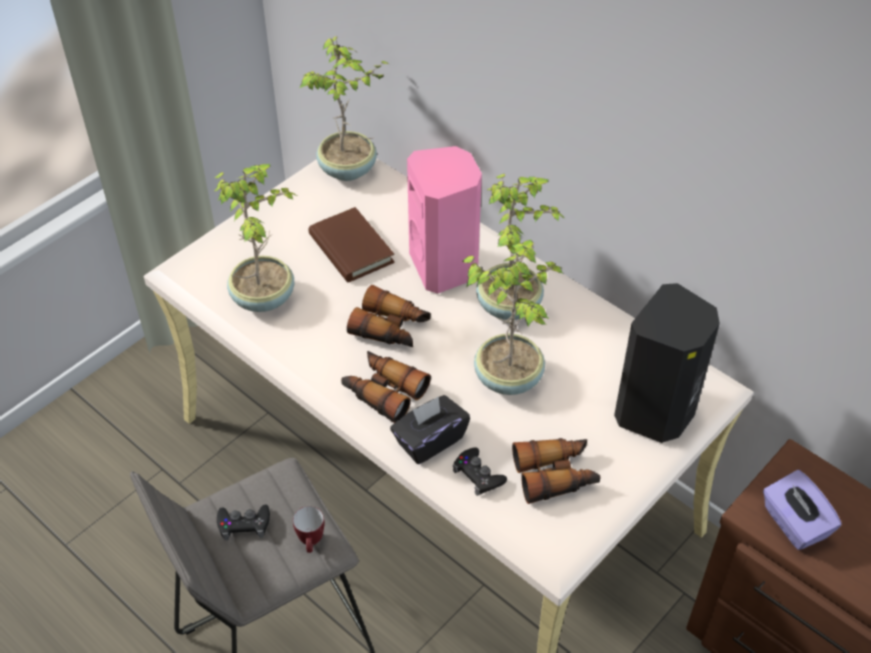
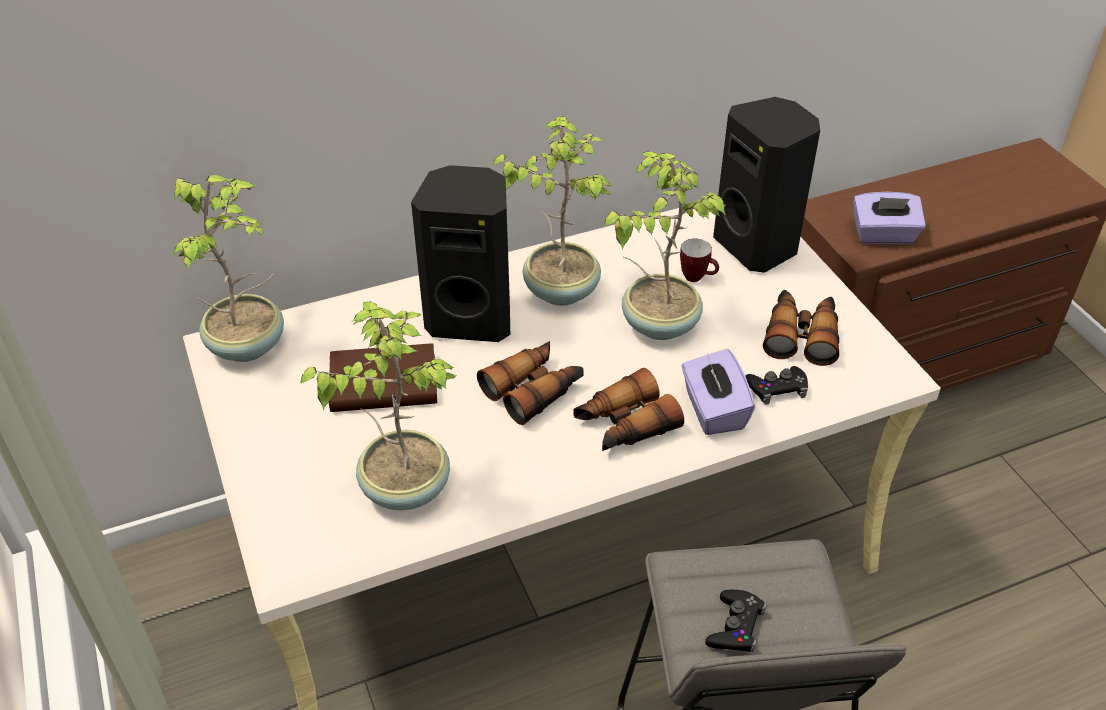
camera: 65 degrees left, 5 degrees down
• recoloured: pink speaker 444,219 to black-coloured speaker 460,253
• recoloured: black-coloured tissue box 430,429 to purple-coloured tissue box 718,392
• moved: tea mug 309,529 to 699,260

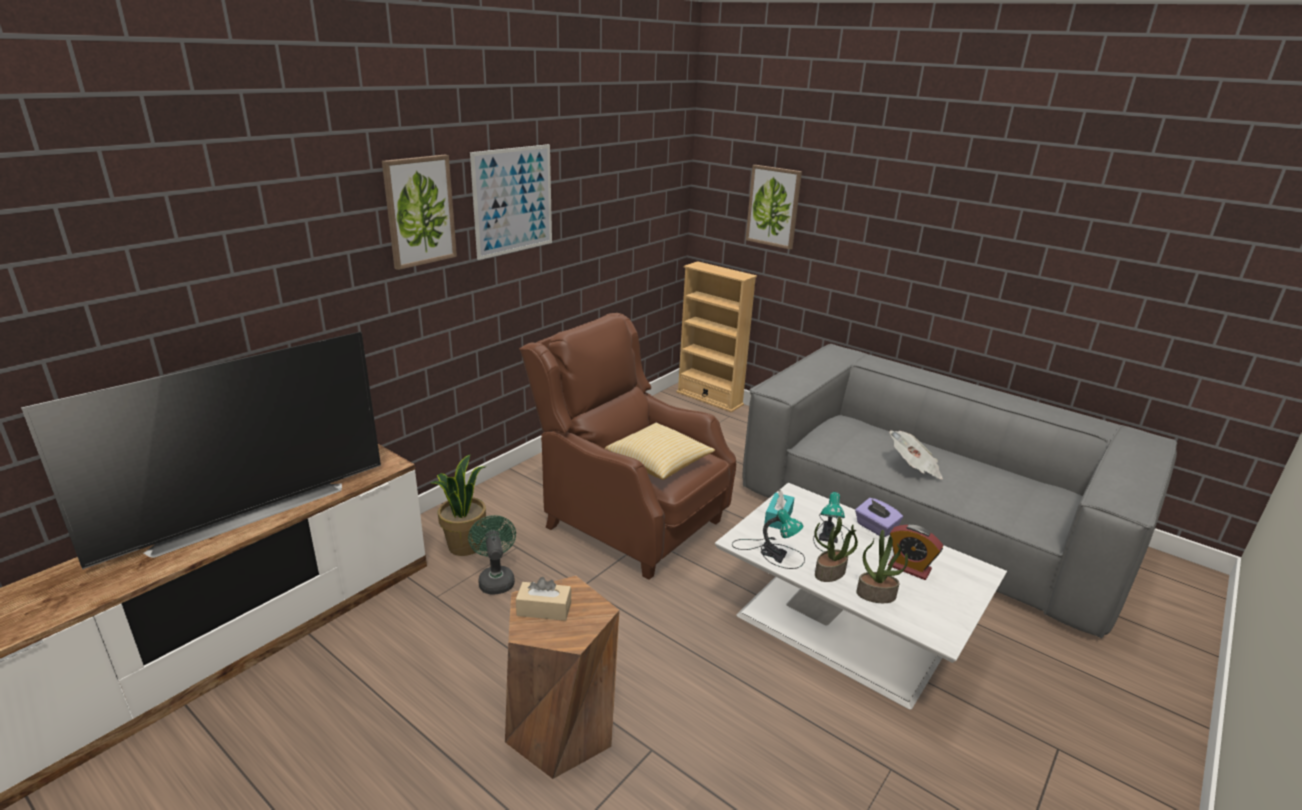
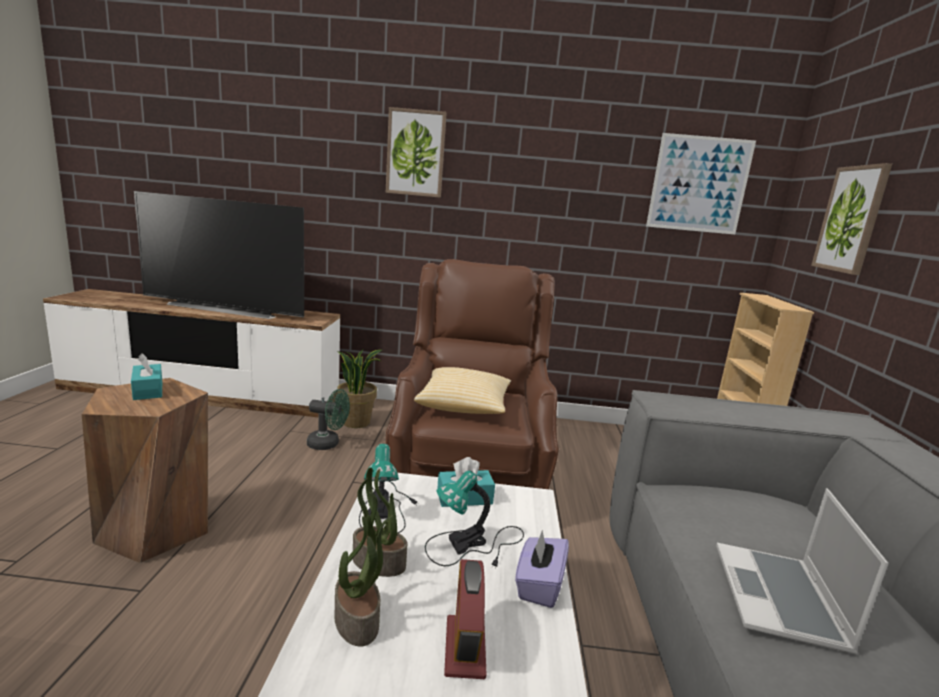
camera: 55 degrees right, 10 degrees down
• moved: picture 511,202 to 701,183
• replaced: newspaper 916,454 to notebook computer 802,571
• turned: greenish electric fan 492,555 = 328,419 60 degrees clockwise
• recoloured: beige tissue box 543,599 to turquoise tissue box 146,376

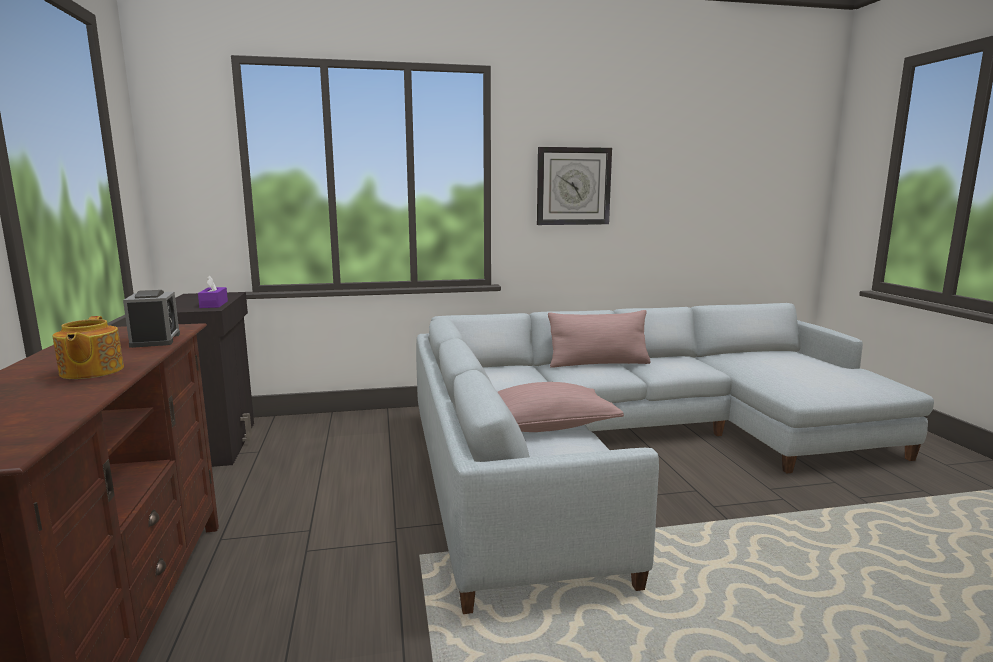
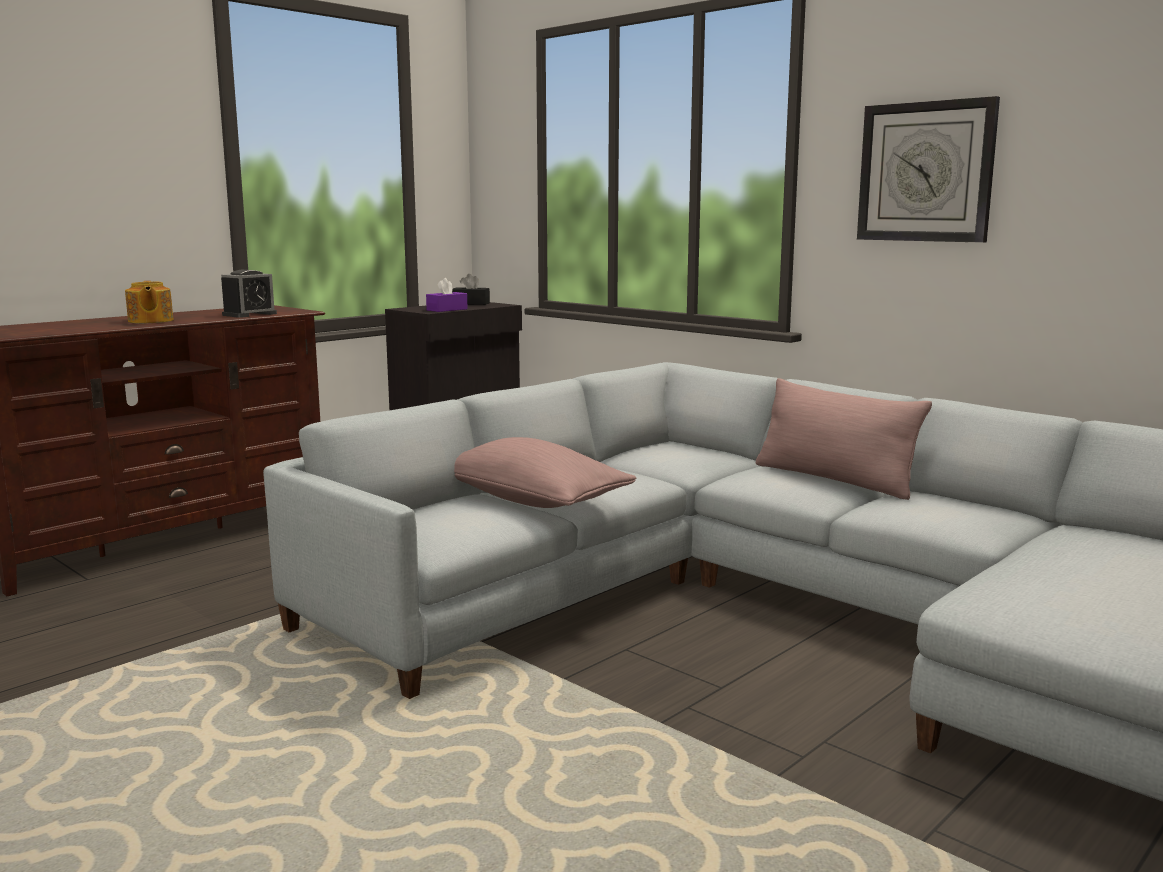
camera: 55 degrees right, 0 degrees up
• turned: pot for tea 88,347 = 149,302 60 degrees counterclockwise
• added: black-coloured tissue box 471,289

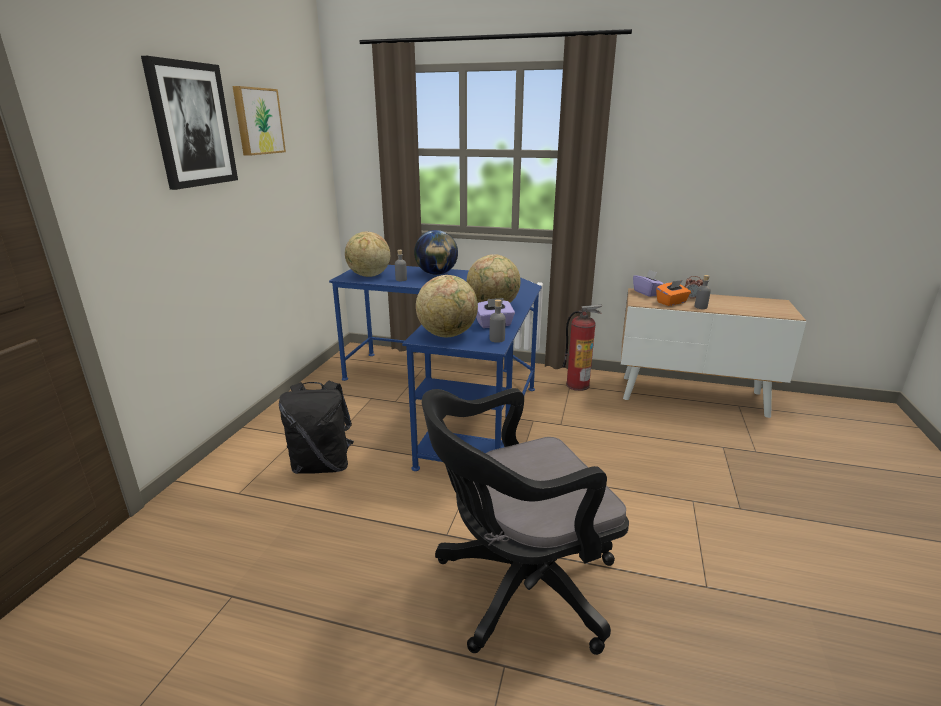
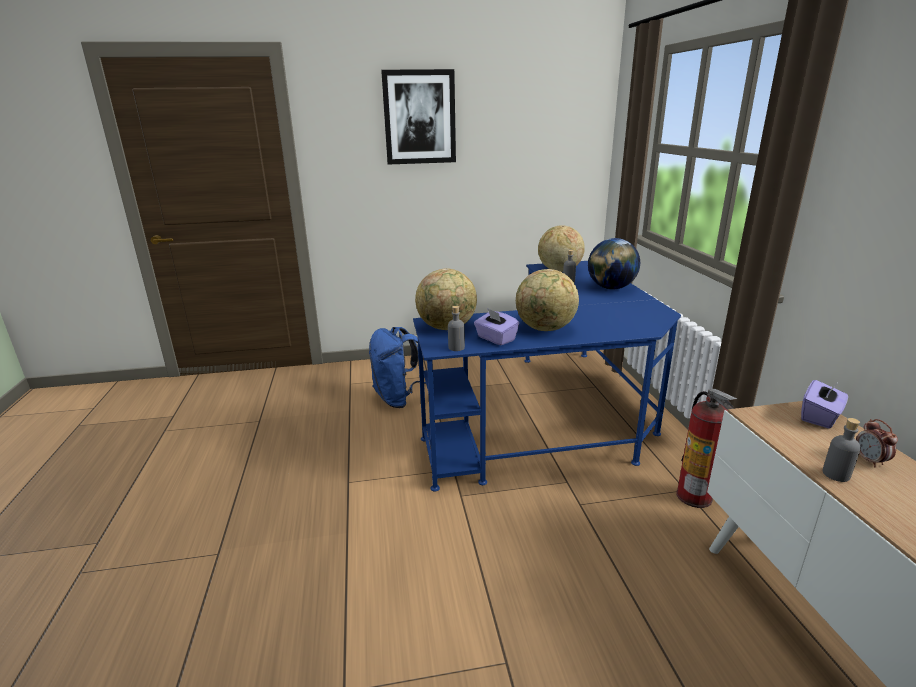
camera: 65 degrees right, 0 degrees up
• removed: picture 259,121
• removed: orange tissue box 673,293
• recoloured: black-coloured backpack 316,427 to bluish backpack 397,367
• removed: black-coloured desk chair 525,521

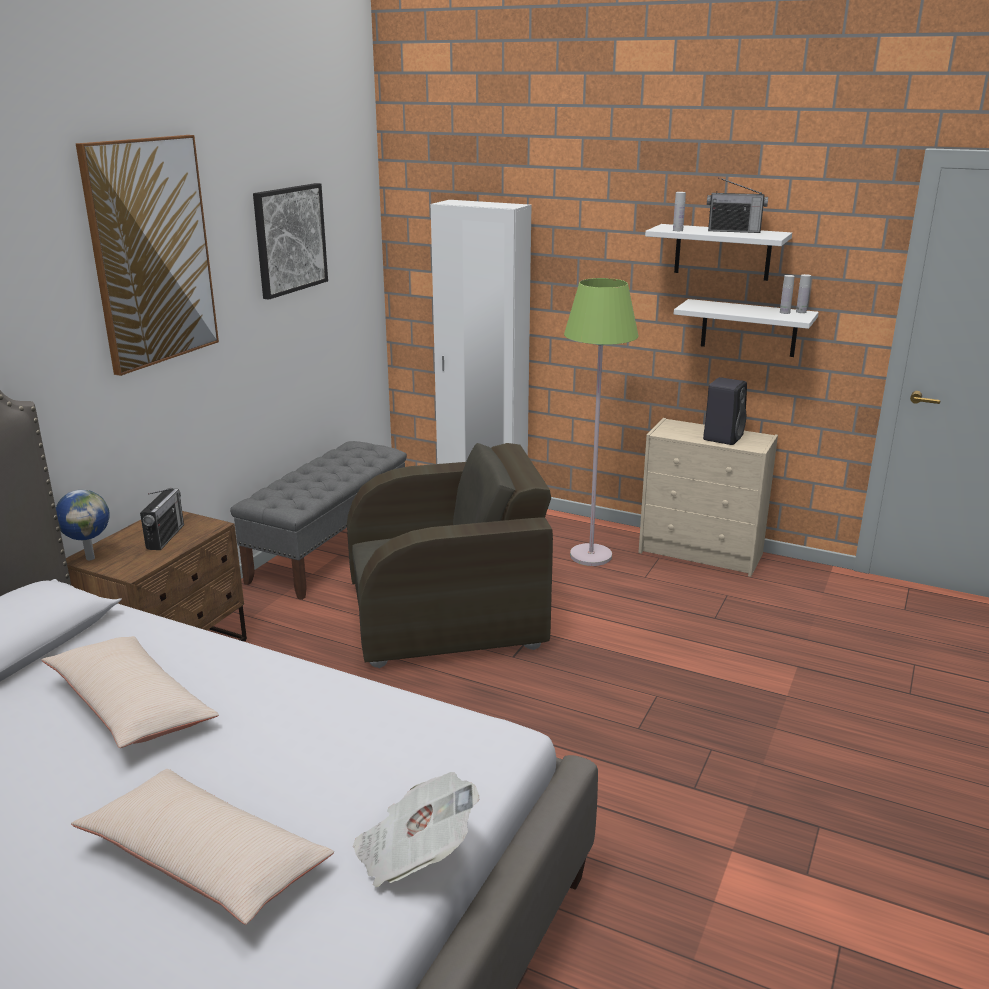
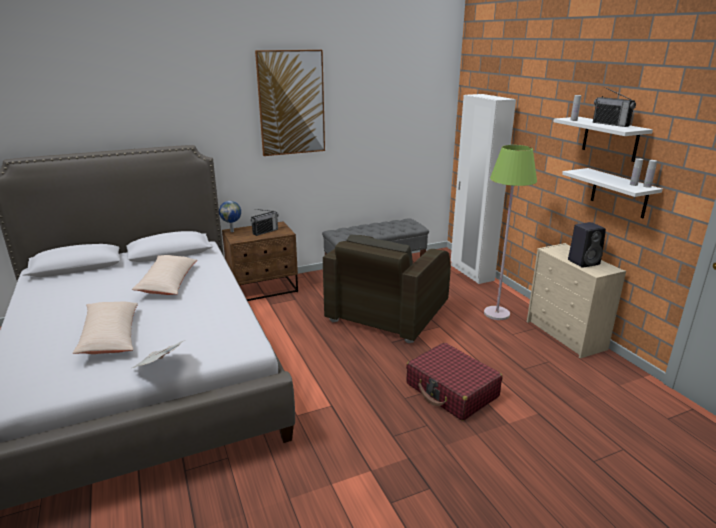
camera: 40 degrees right, 0 degrees up
• removed: picture 290,241
• turned: brown armchair 450,555 = 387,288 90 degrees clockwise
• added: red suitcase 454,382

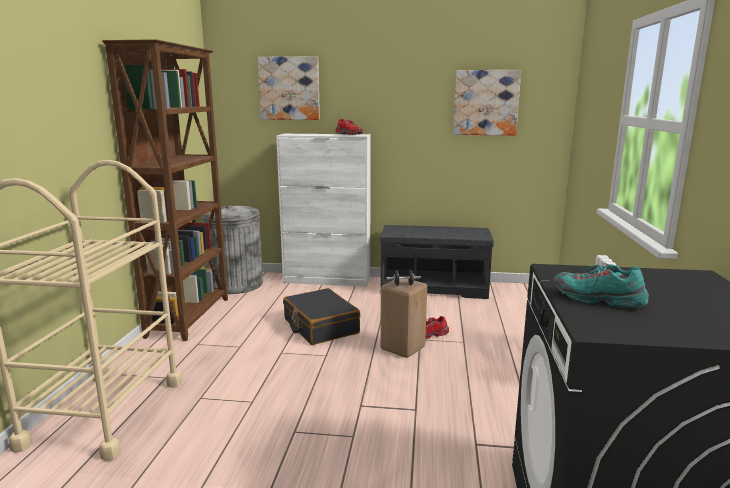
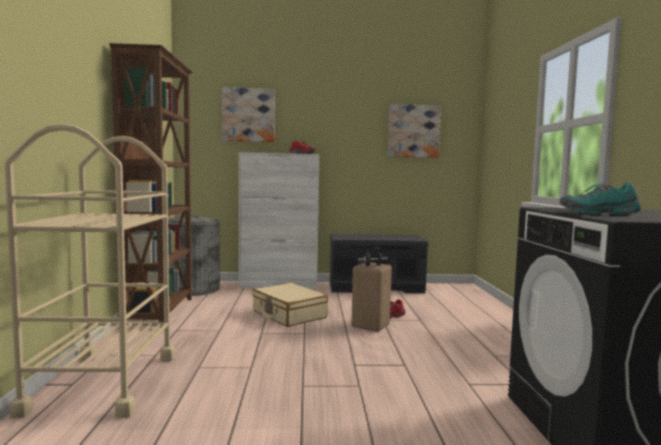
camera: 10 degrees left, 10 degrees down
• recoloured: black-coloured suitcase 321,316 to beige suitcase 290,305

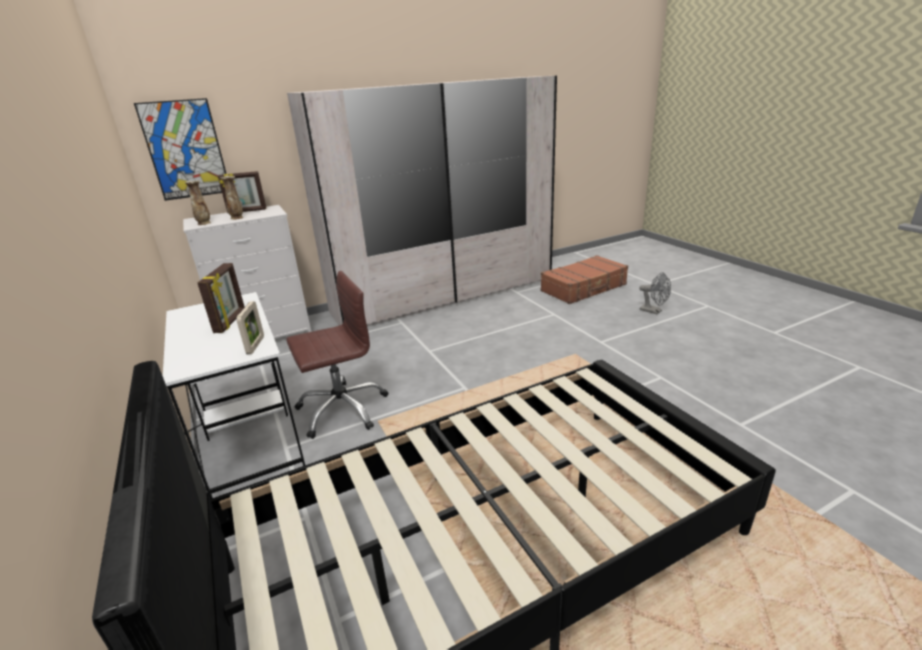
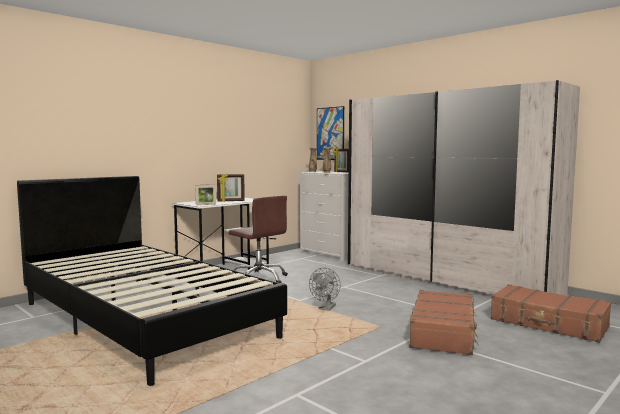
camera: 70 degrees right, 20 degrees down
• moved: greyish electric fan 655,293 to 325,289
• added: brown suitcase 444,322

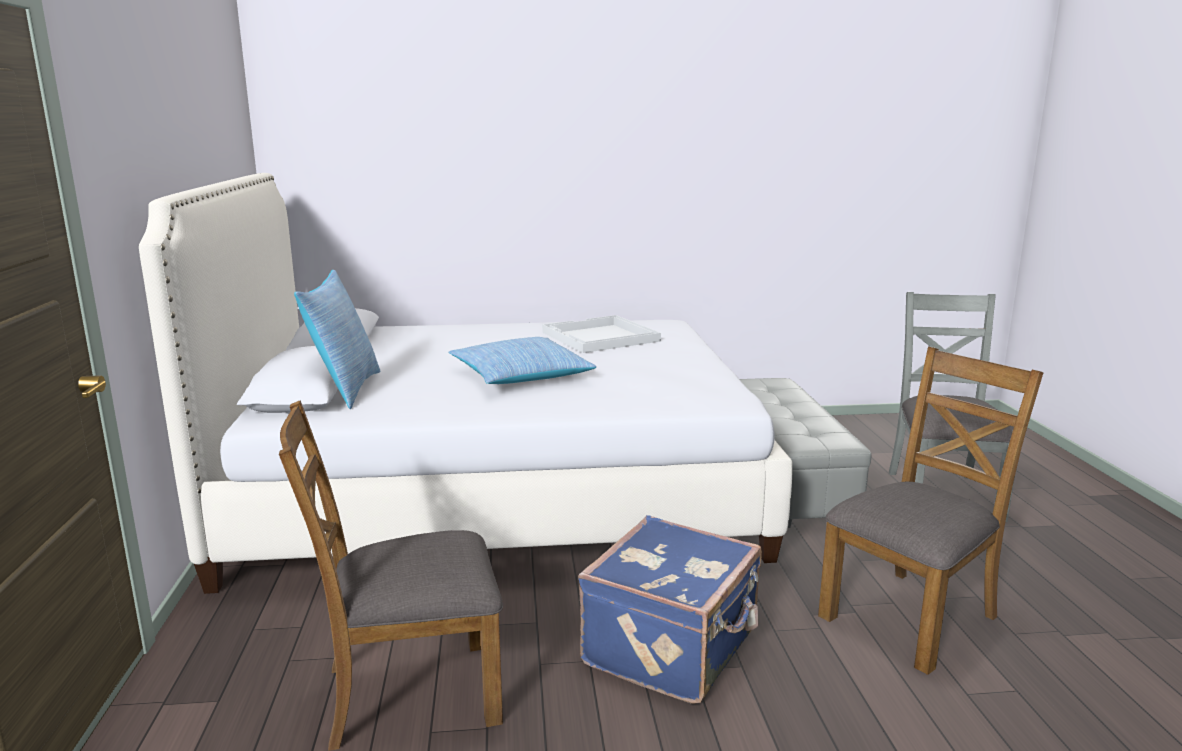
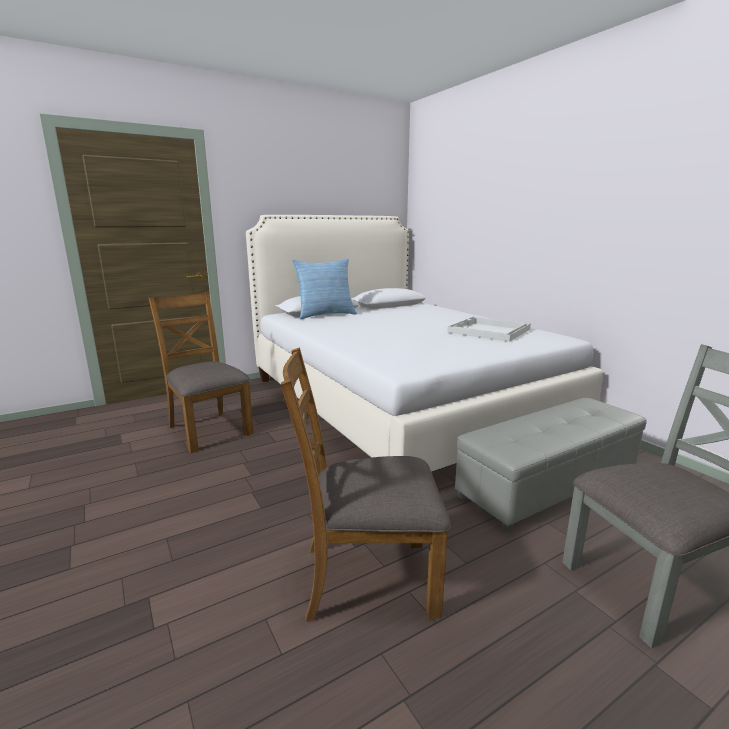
camera: 65 degrees right, 0 degrees up
• removed: pillow 522,360
• turned: brown chair 930,510 = 366,484 150 degrees clockwise
• removed: bluish suitcase 670,609

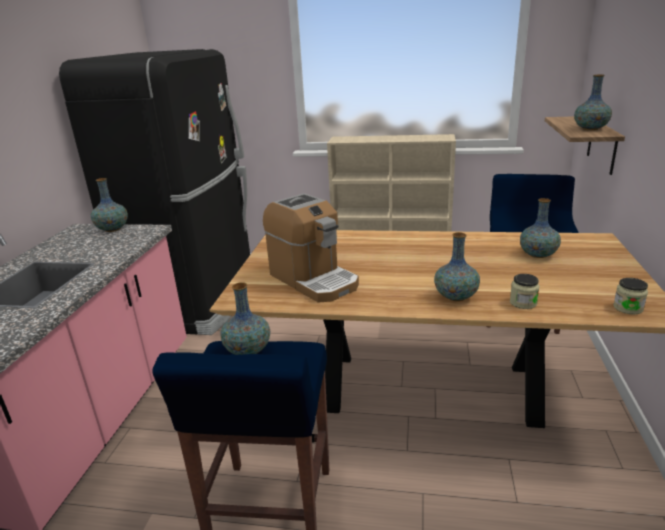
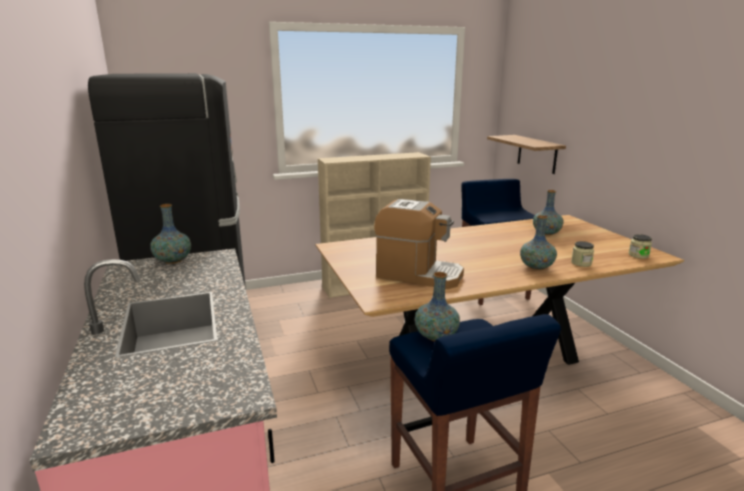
camera: 30 degrees left, 5 degrees down
• removed: decorative vase 593,102

